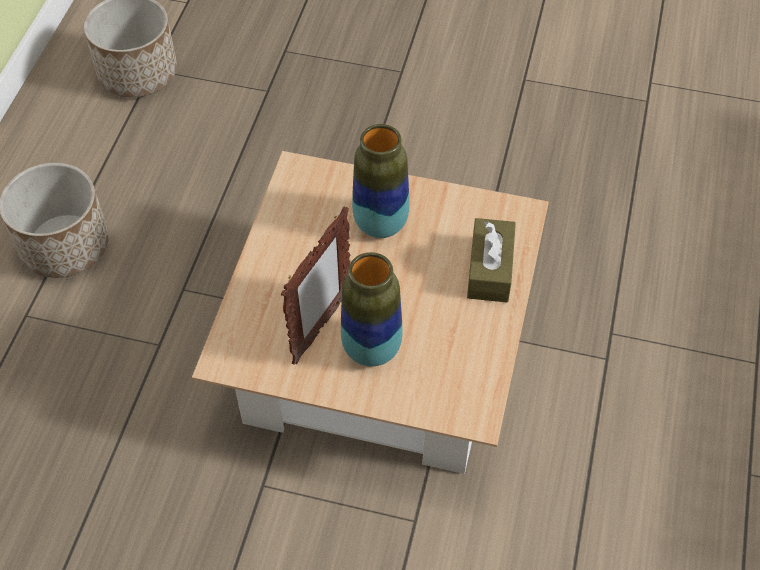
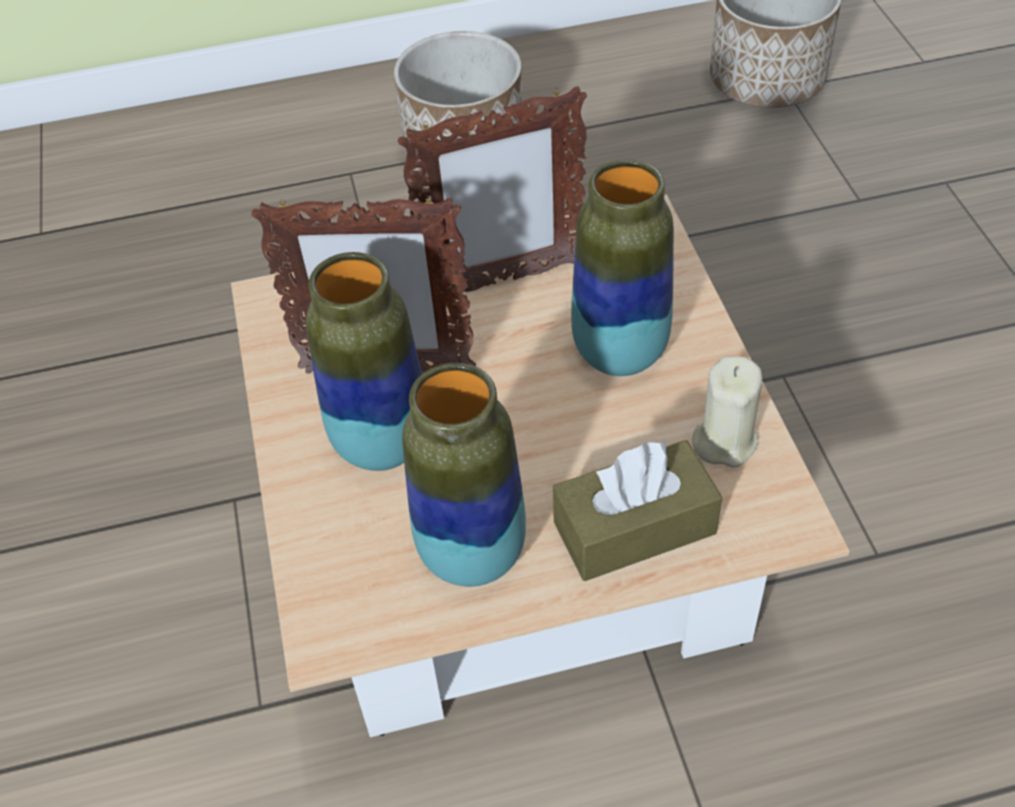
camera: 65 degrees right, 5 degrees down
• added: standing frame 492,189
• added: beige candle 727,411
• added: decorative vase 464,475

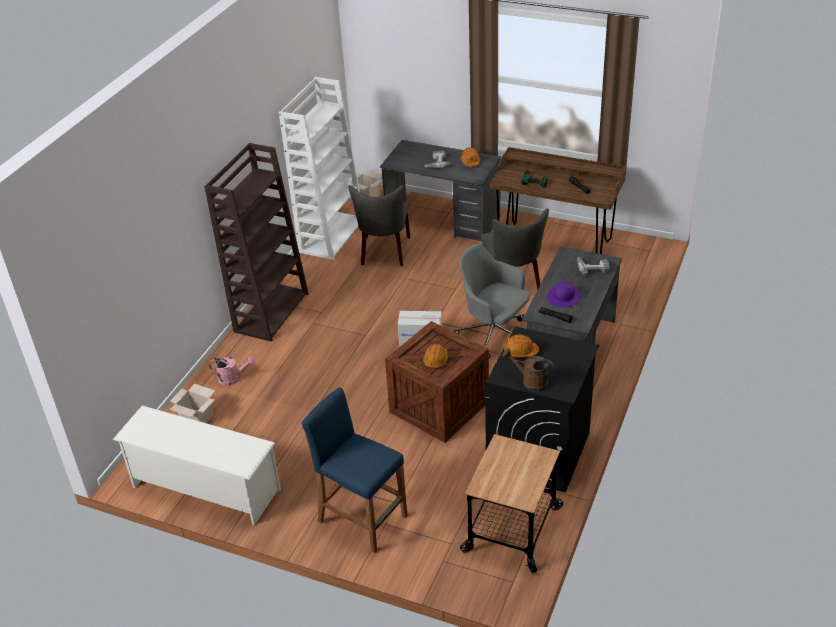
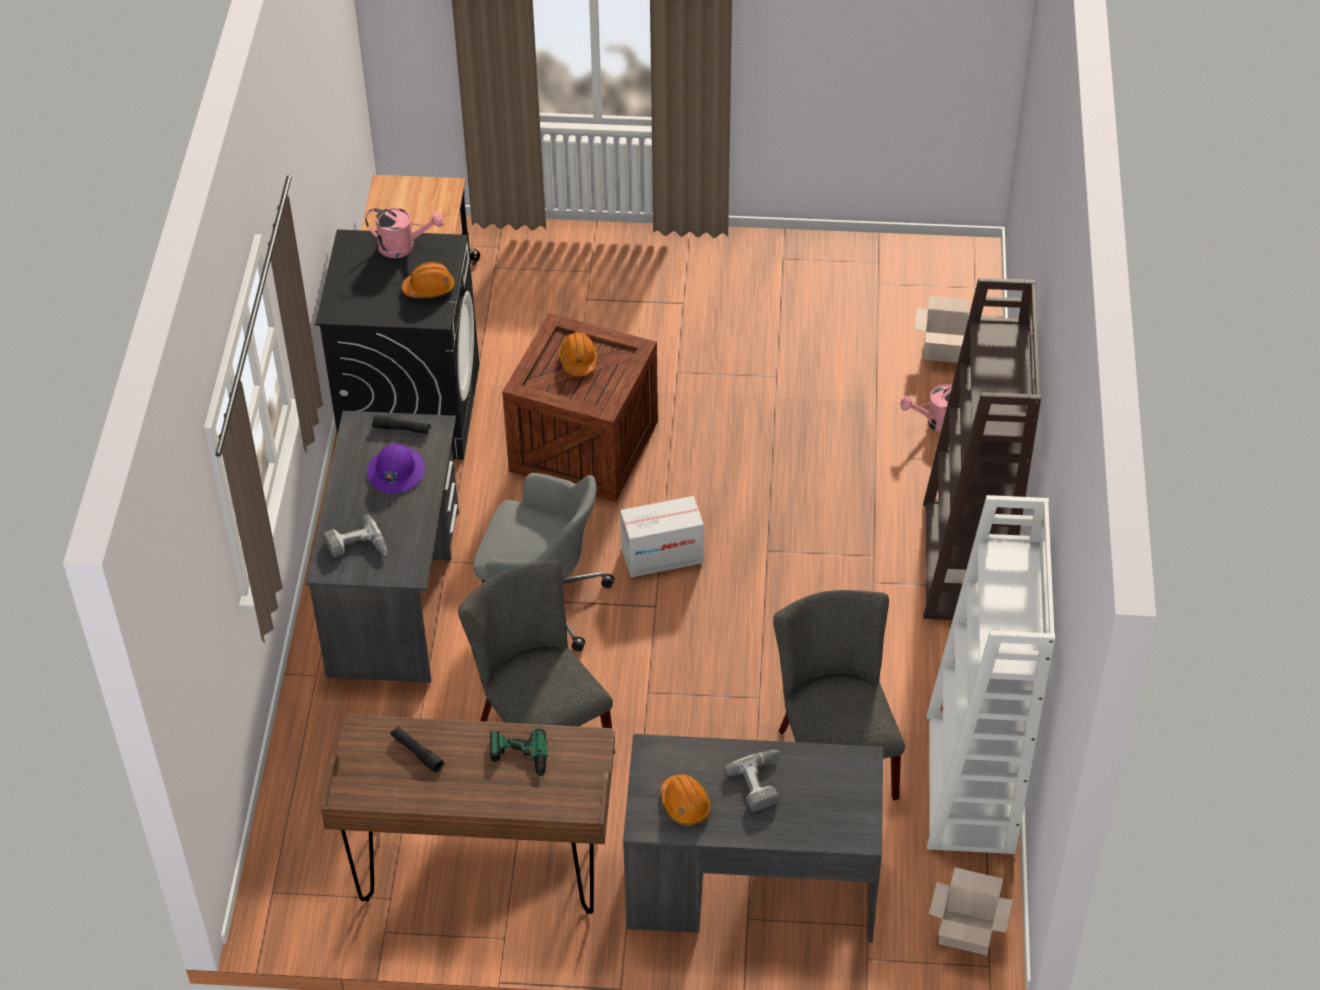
camera: 160 degrees right, 10 degrees up
• recoloured: brown watering can 528,369 to pink watering can 404,233
• removed: bluish stool 354,470
• removed: whitish shoe stand 197,465

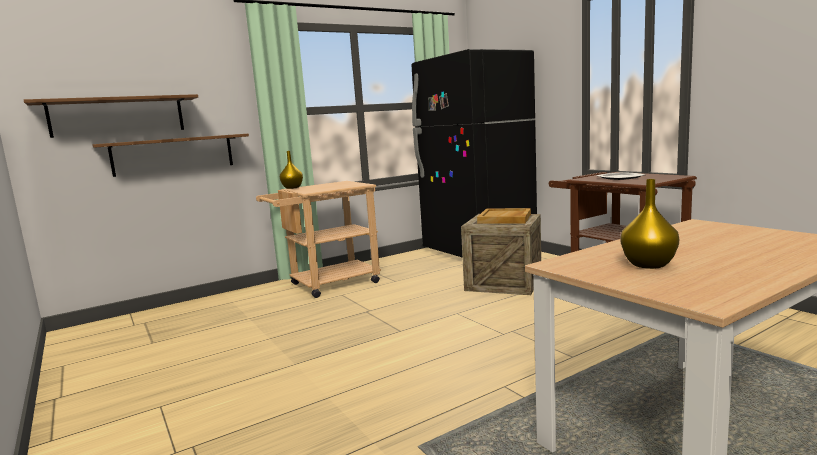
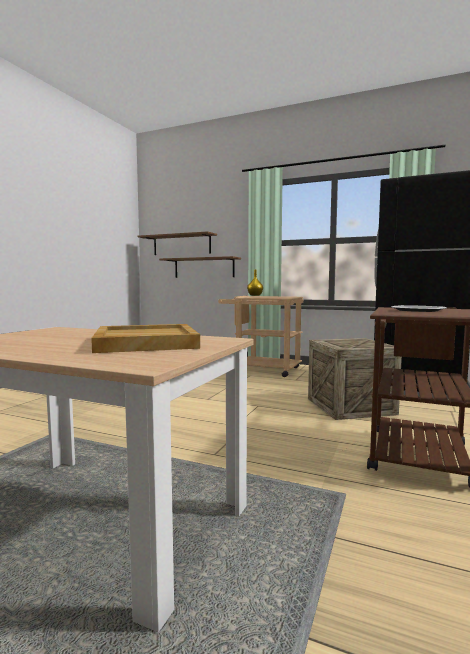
camera: 55 degrees right, 5 degrees down
• removed: yellow-coloured decorative vase 650,224
• moved: beige tray 504,216 to 145,338

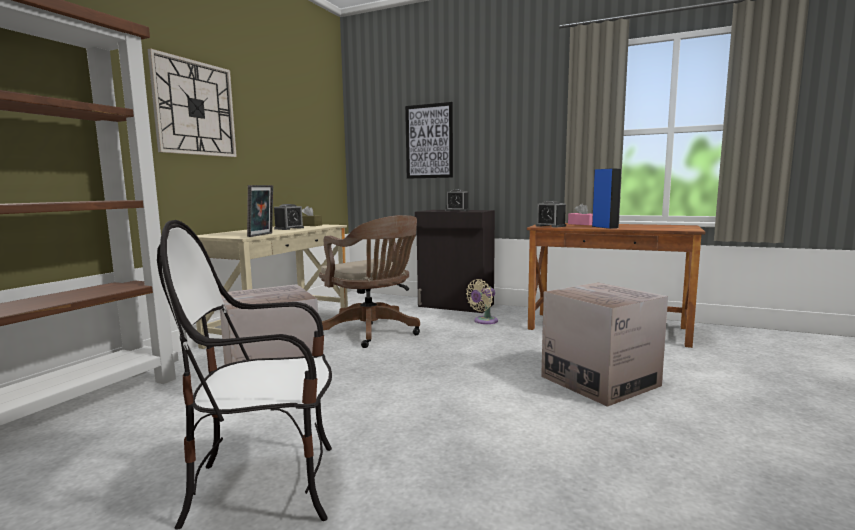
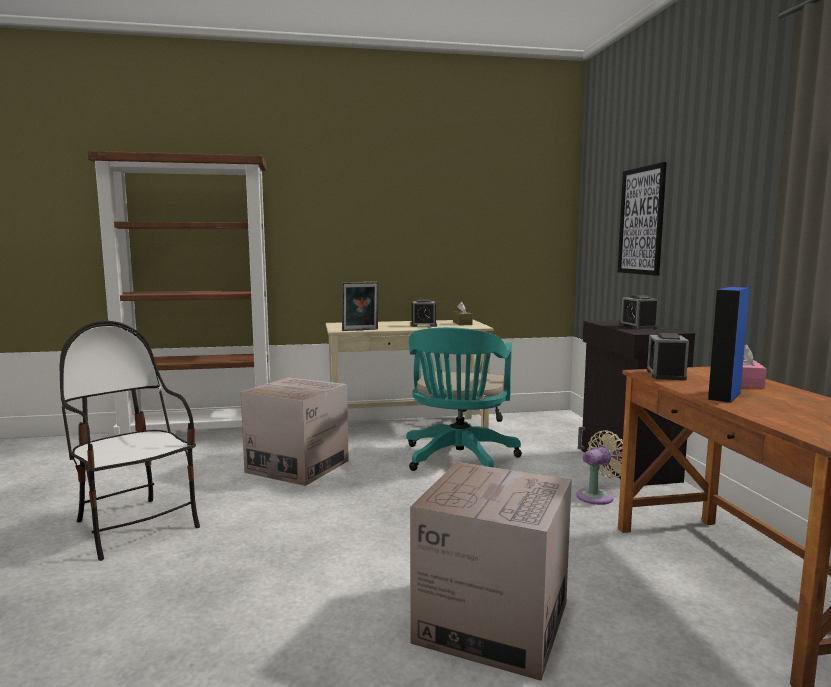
camera: 55 degrees right, 0 degrees up
• removed: clock on the wall 192,102
• recoloured: brown desk chair 369,281 to turquoise desk chair 464,399
• turned: beige electric fan 482,301 = 600,467 135 degrees clockwise

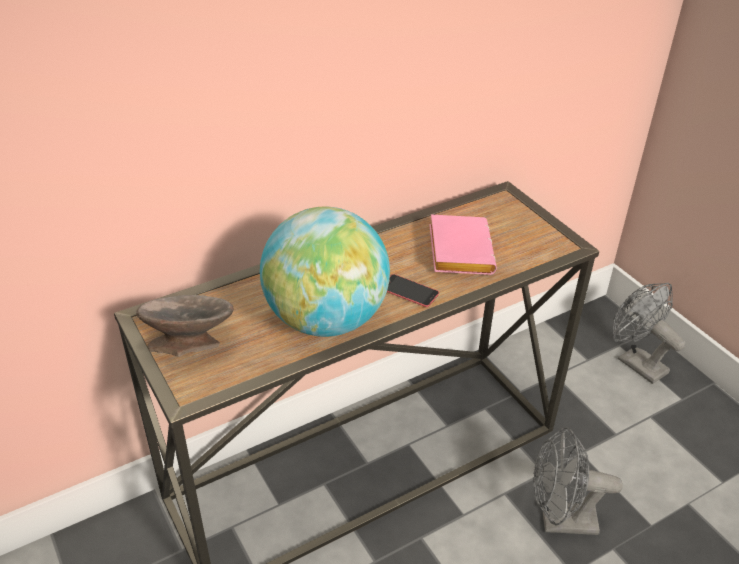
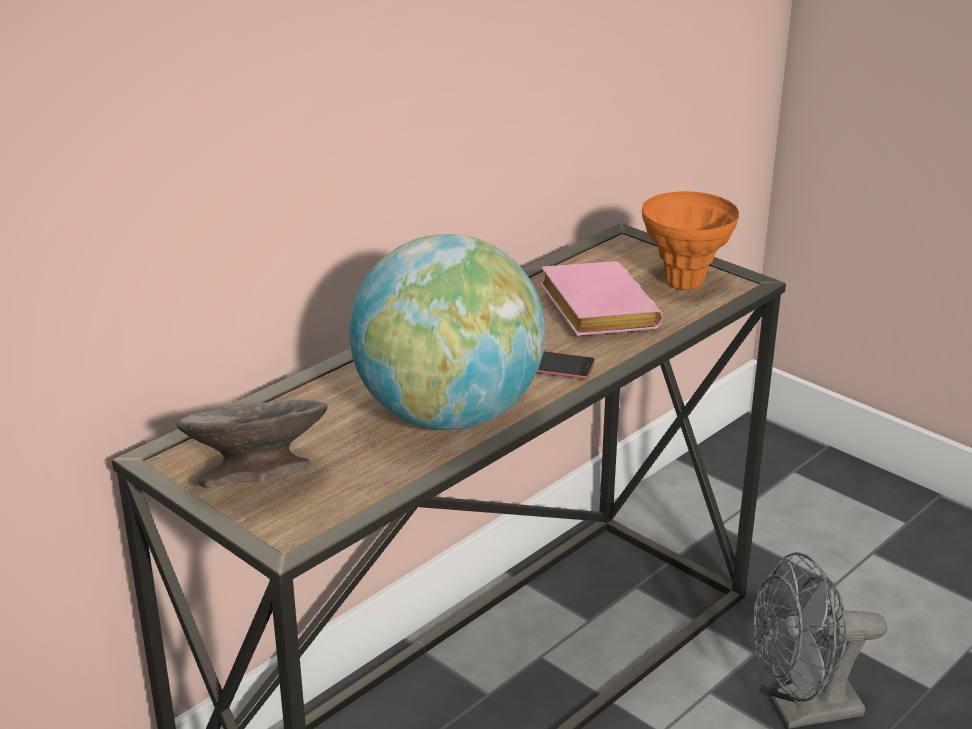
camera: 15 degrees left, 10 degrees down
• removed: greyish electric fan 649,333
• added: orange decorative vase 690,240

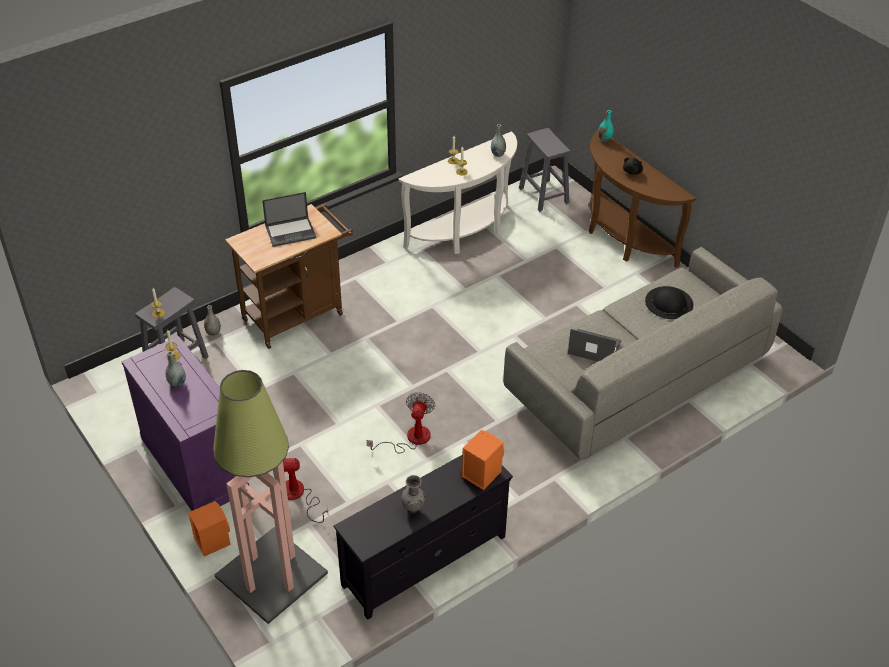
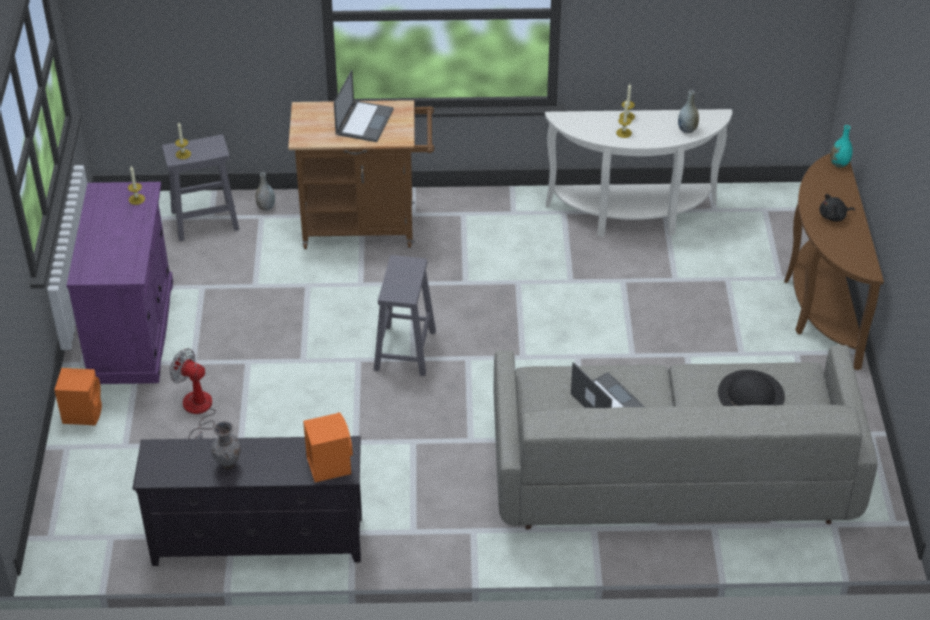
camera: 35 degrees right, 0 degrees up
• moved: greyish stool 544,170 to 405,315
• turned: notebook computer 289,219 = 364,106 90 degrees counterclockwise
• removed: greyish decorative vase 175,369
• removed: standard lamp 270,497
• removed: electric fan 401,422

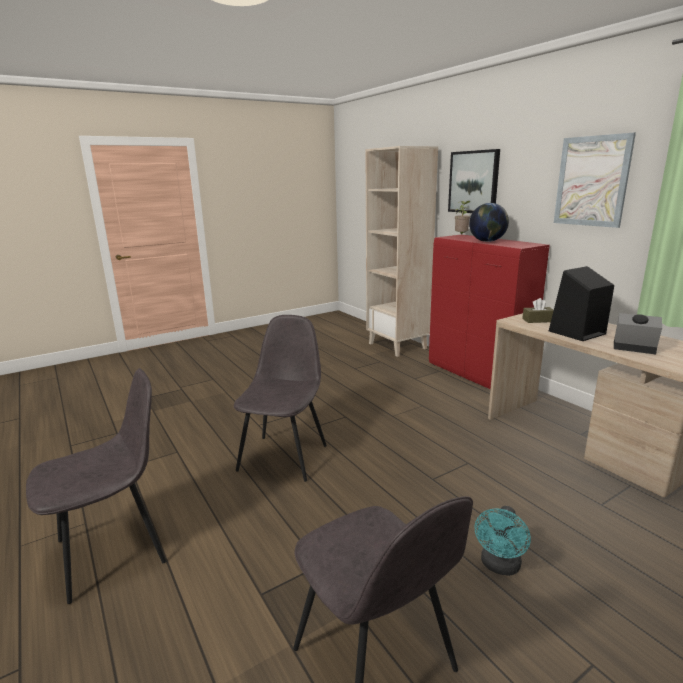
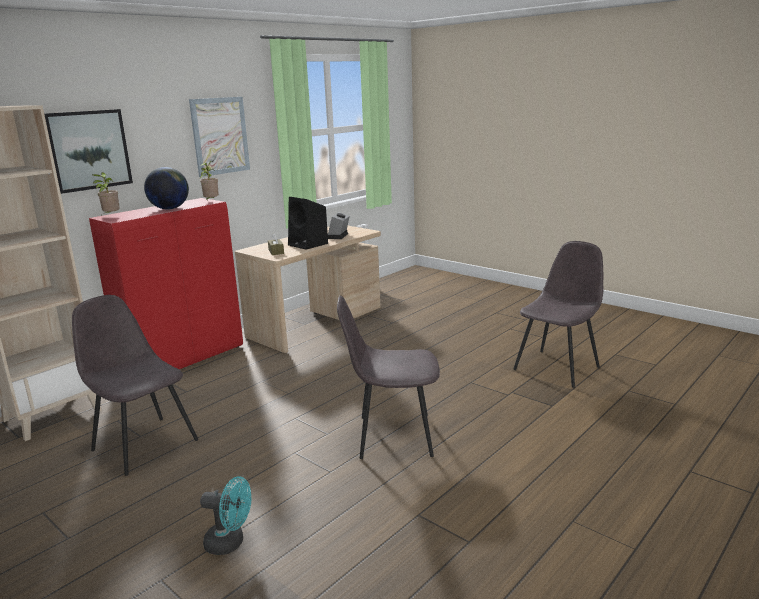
camera: 105 degrees left, 0 degrees up
• moved: greyish chair 96,486 to 135,385
• moved: turquoise electric fan 503,541 to 225,515
• added: plant in a pot 209,180

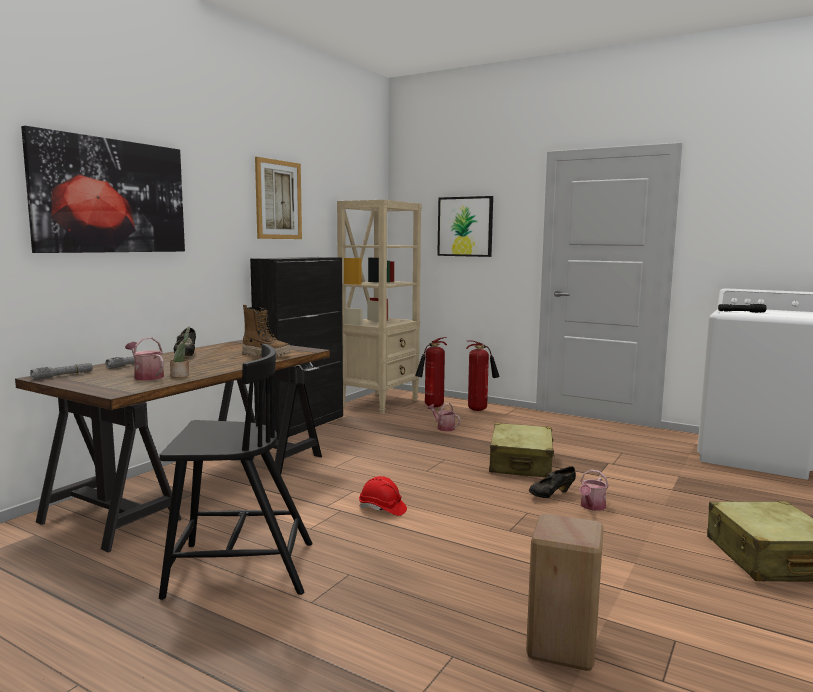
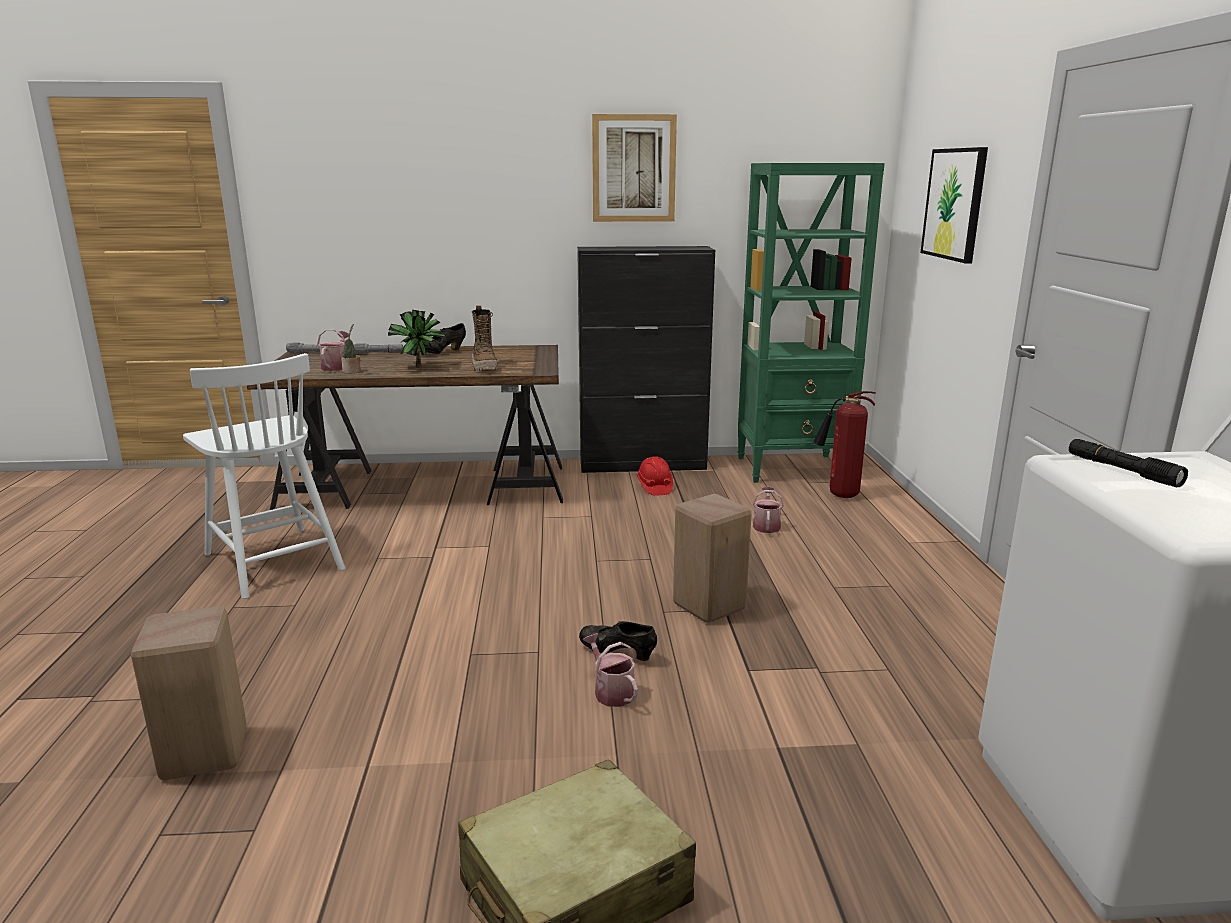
camera: 55 degrees right, 10 degrees up
• removed: picture 103,189
• recoloured: beige shelving unit 379,307 to greenish shelving unit 811,323
• removed: extinguisher 482,375
• recoloured: black-coloured chair 236,472 to whitish chair 264,476
• replaced: beige suitcase 522,450 to beige stool 712,558
• turned: watering can 594,490 = 610,670 60 degrees clockwise
• moved: red work helmet 383,496 to 655,476
• added: plant in a pot 416,338

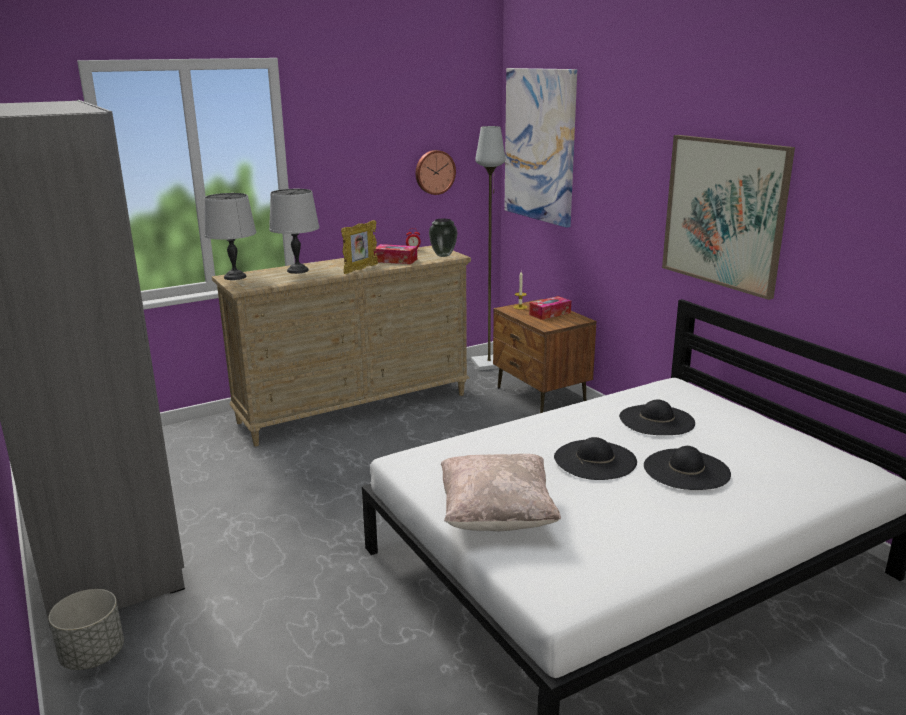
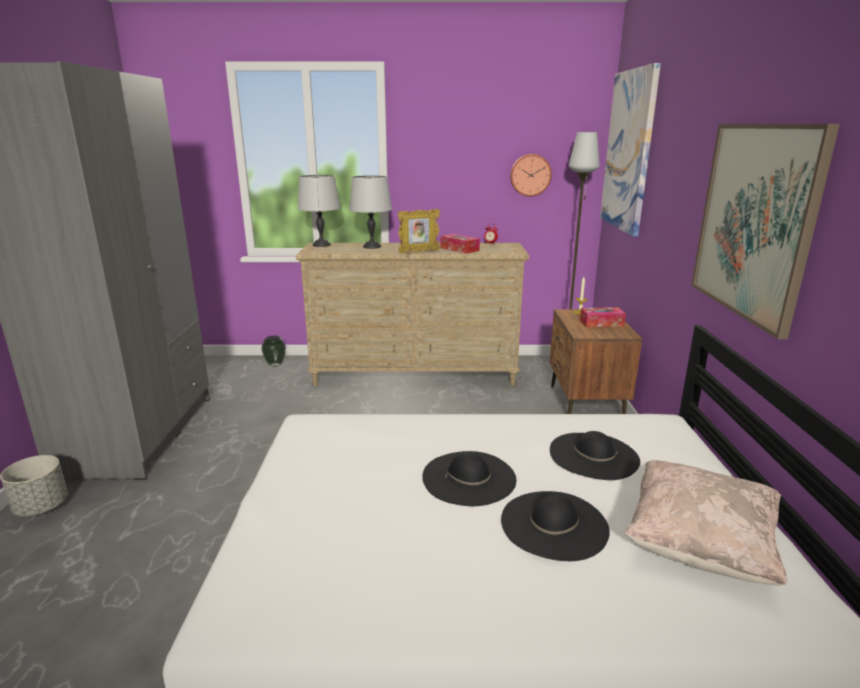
camera: 30 degrees right, 0 degrees up
• moved: decorative vase 443,238 to 273,351
• moved: beige pillow 501,492 to 705,523

